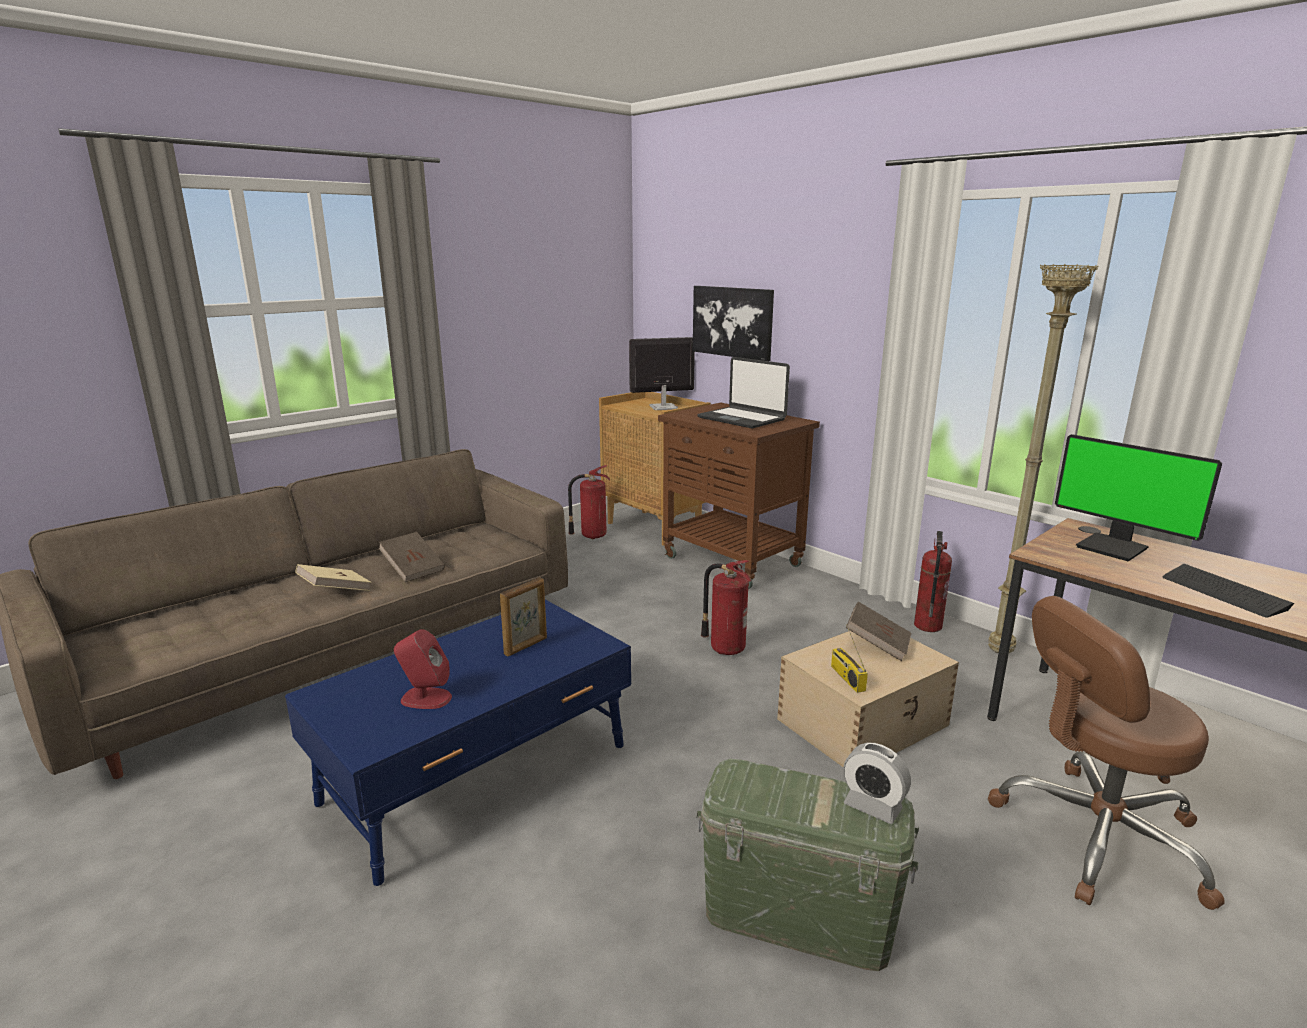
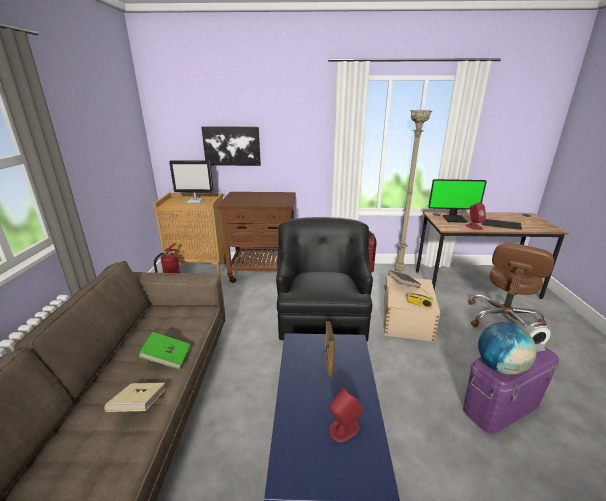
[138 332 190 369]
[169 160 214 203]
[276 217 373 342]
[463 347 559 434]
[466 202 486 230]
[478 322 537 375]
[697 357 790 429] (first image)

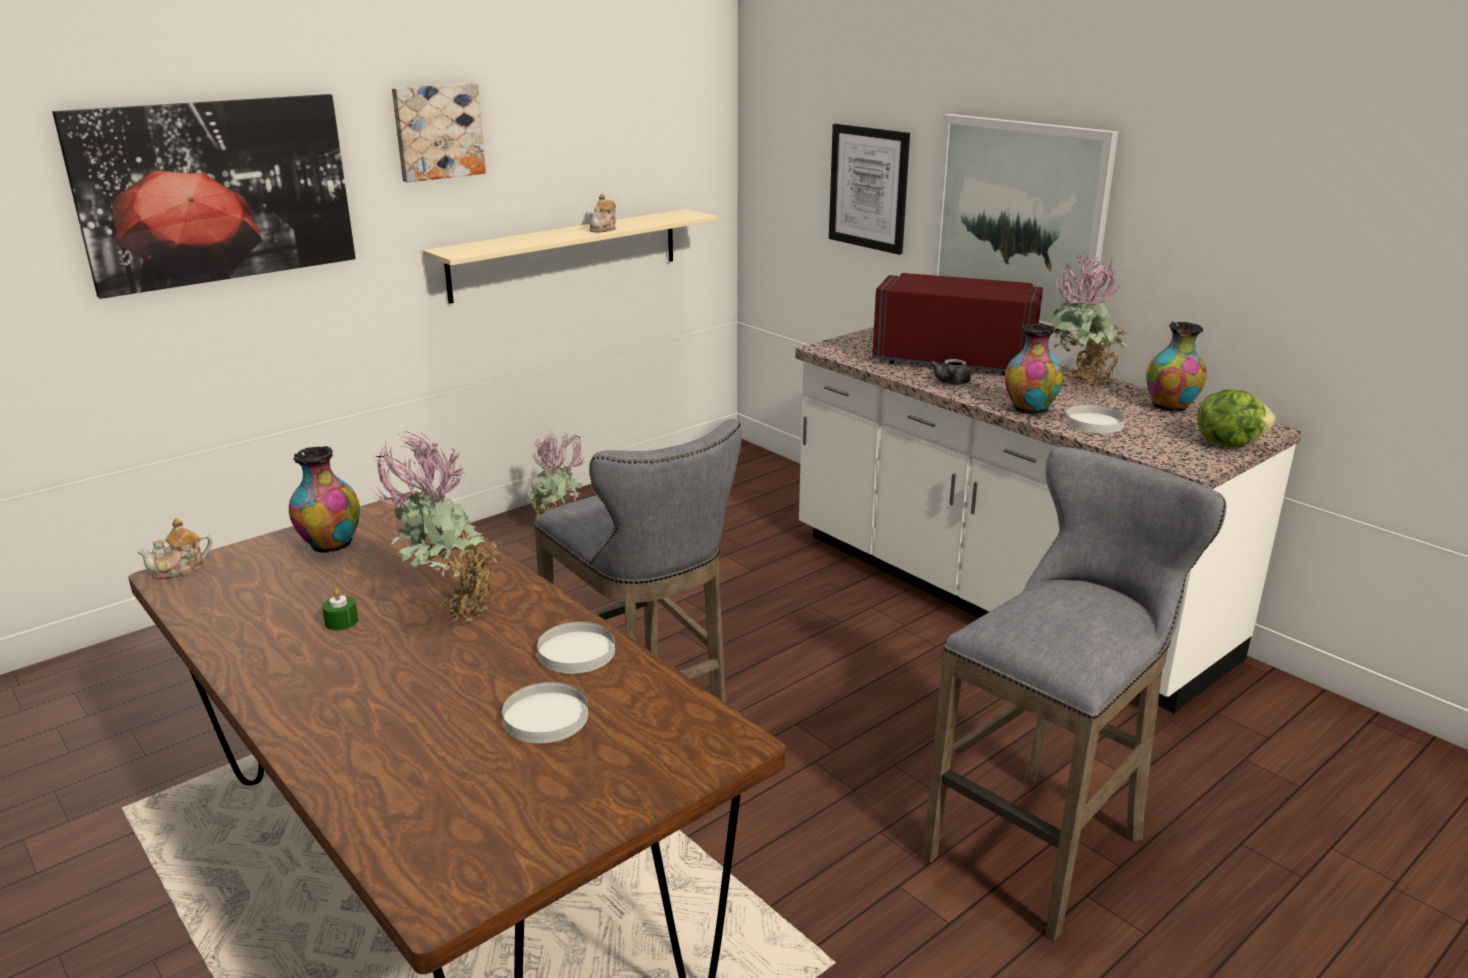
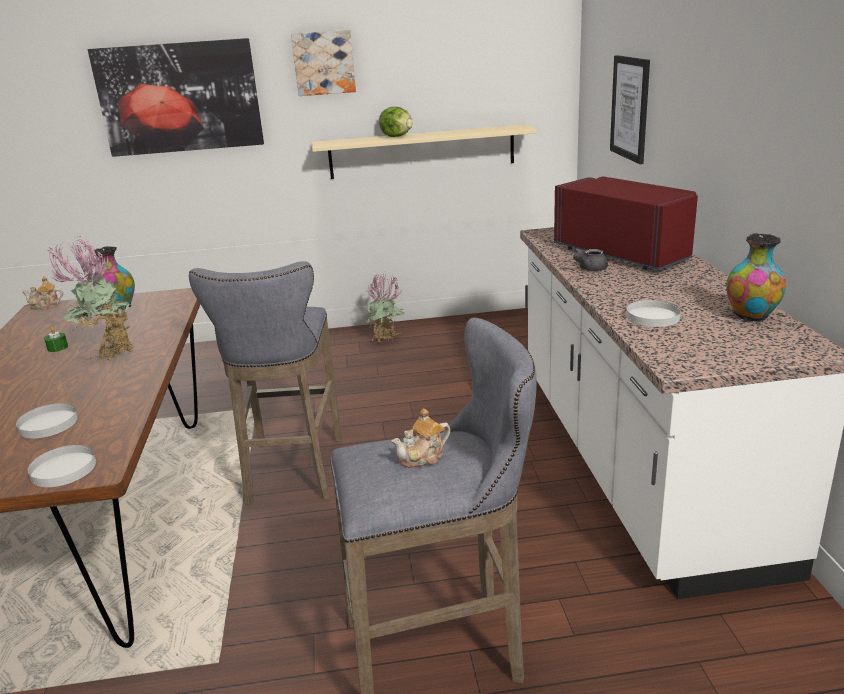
[28 445 96 487]
[379 107 413 137]
[391 408 450 468]
[931 114 1118 338] (first image)
[1005 324 1063 415] (first image)
[1050 254 1127 385] (first image)

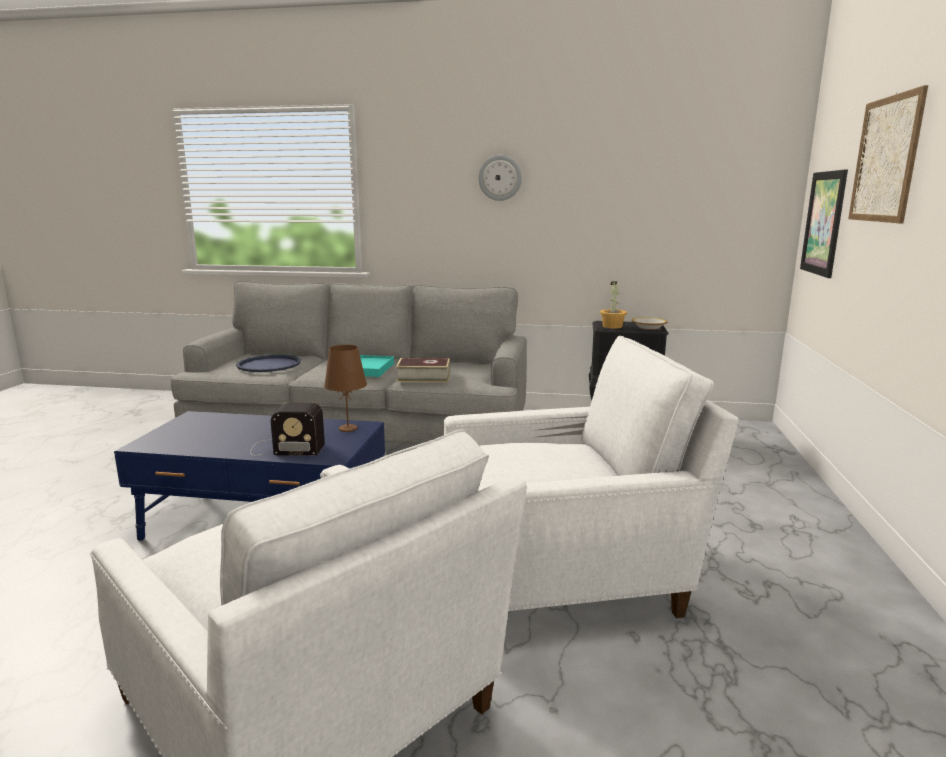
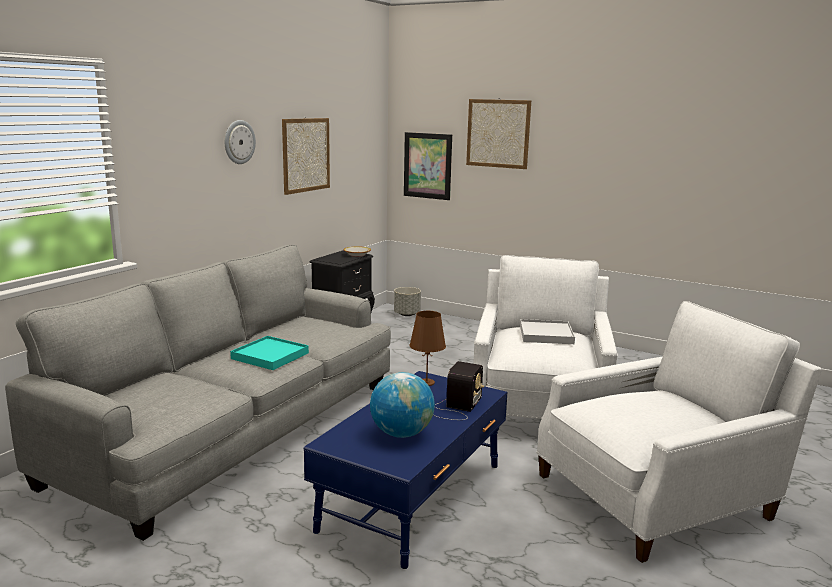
[282 117 330 195]
[370 372 435 438]
[394 287 421 316]
[520 319 575 344]
[236 354 301 372] (first image)
[396 358 450 382] (first image)
[600 282 627 329] (first image)

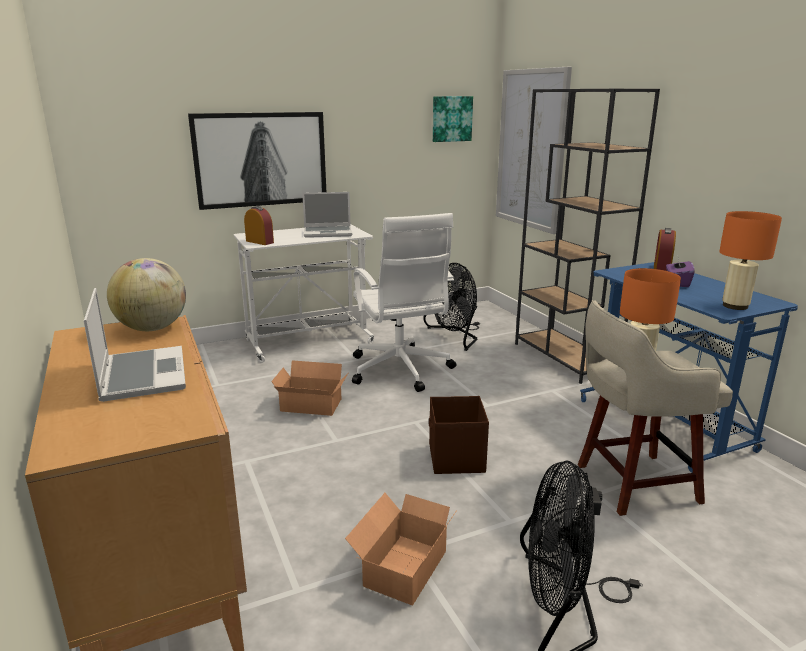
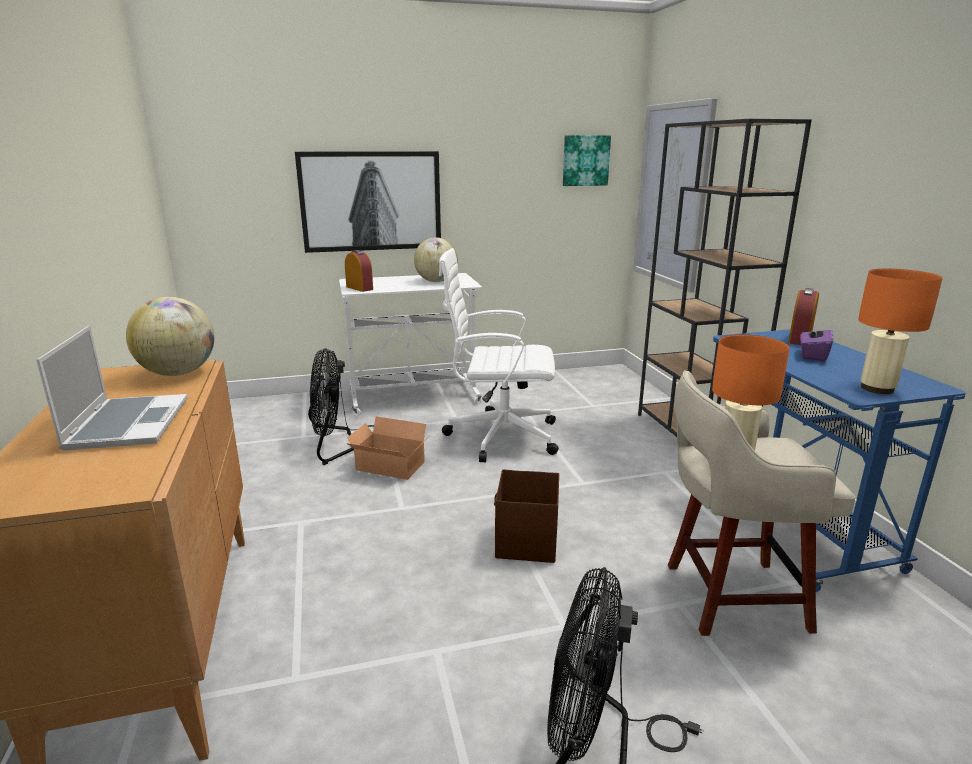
[308 348 374 465]
[414 237 458 282]
[439 248 559 463]
[345 493 457 605] (first image)

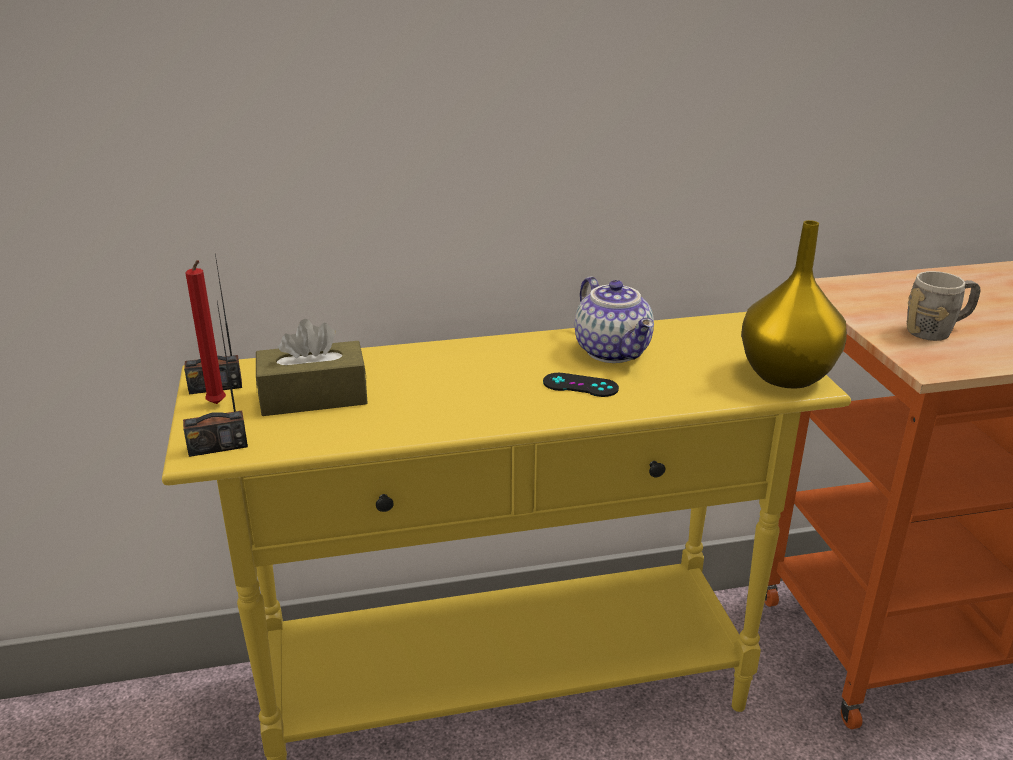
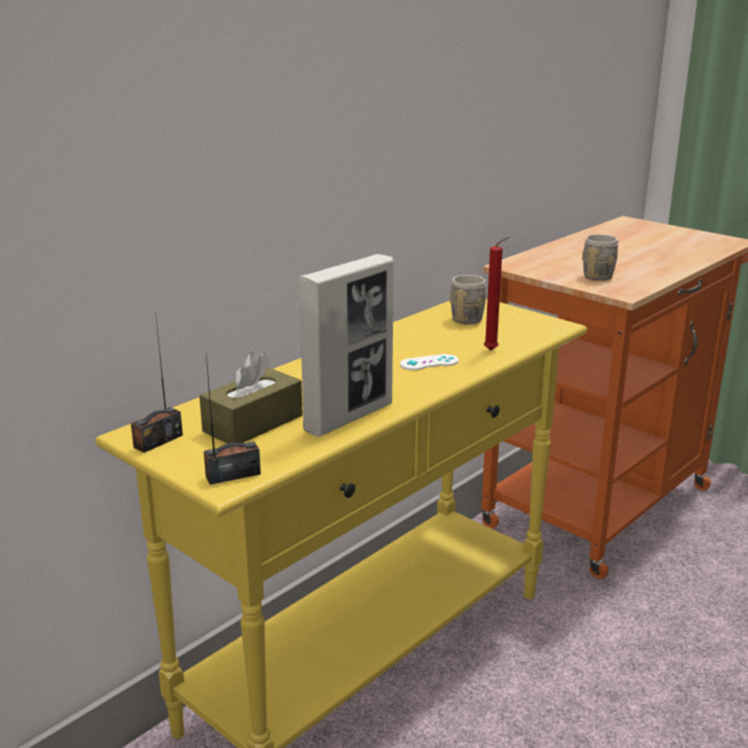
[204 354 261 485]
[298 254 394 437]
[400 354 459 370]
[449 275 486 324]
[484 237 510 351]
[575 276 654 363] (first image)
[741 220 847 388] (first image)

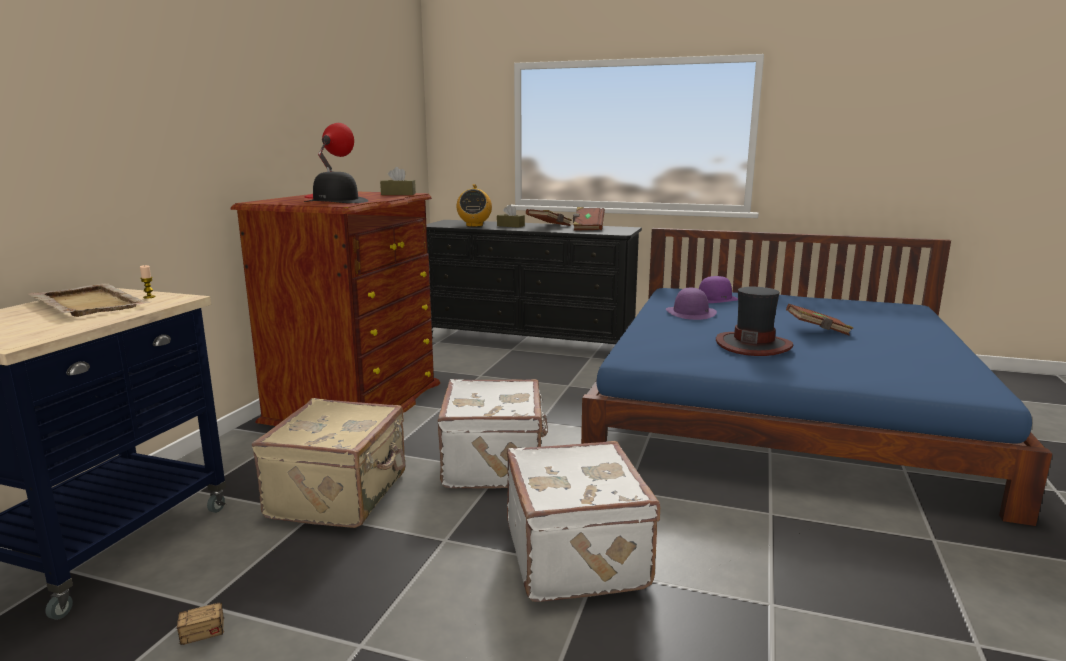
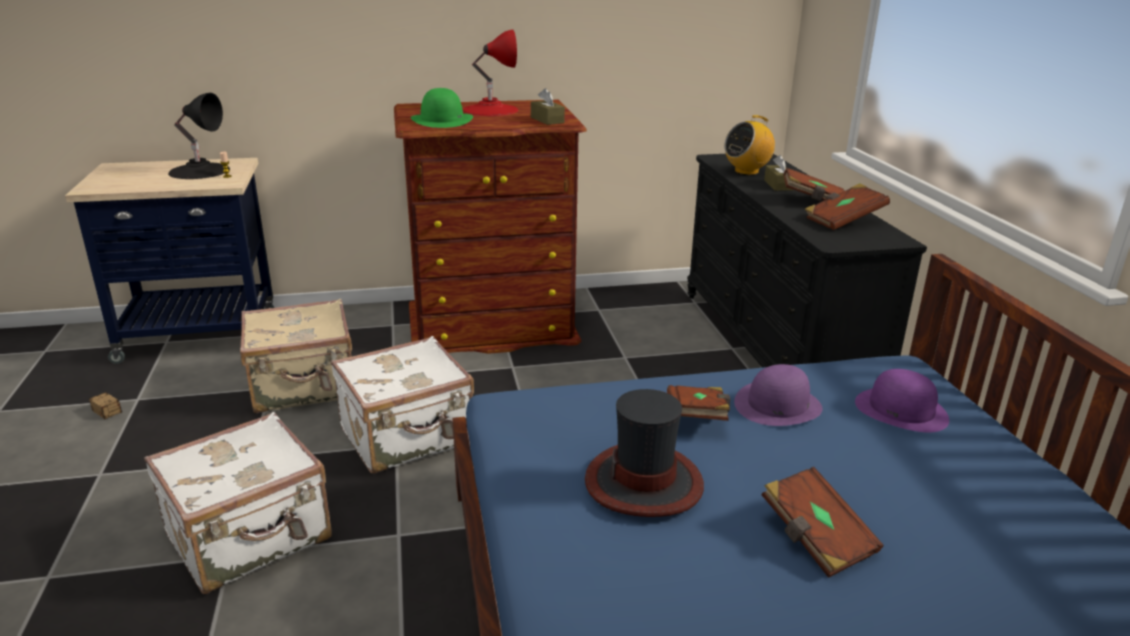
[168 93 230 179]
[411 88 473 128]
[667 385 730 421]

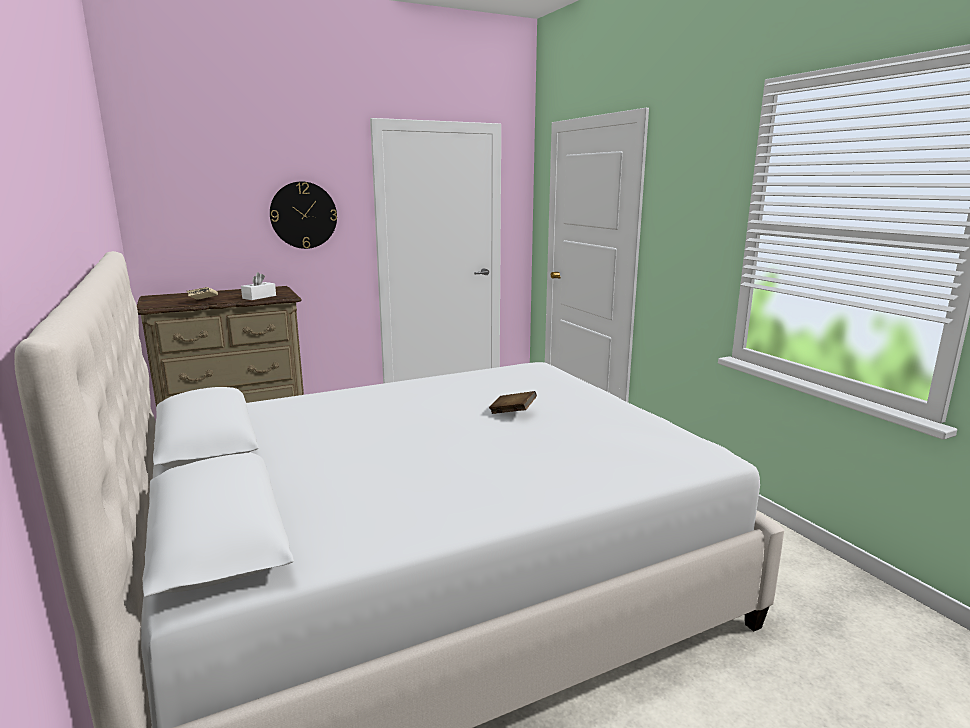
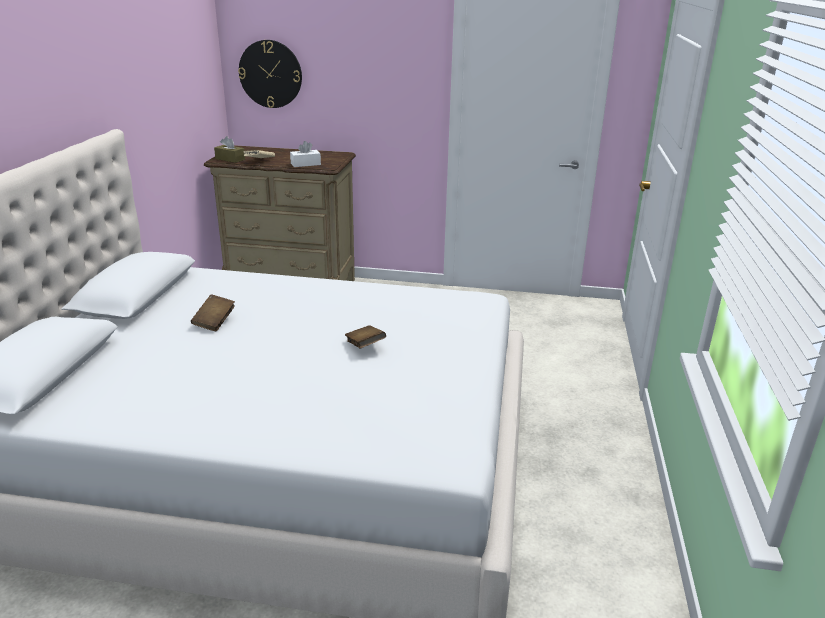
[191 294 235 331]
[214 136 245 163]
[238 40 302 108]

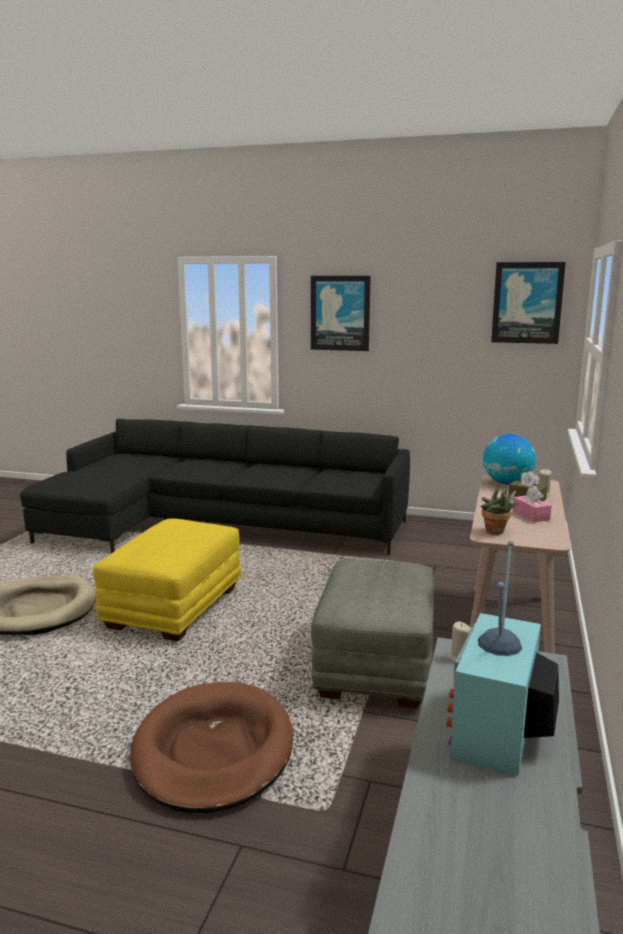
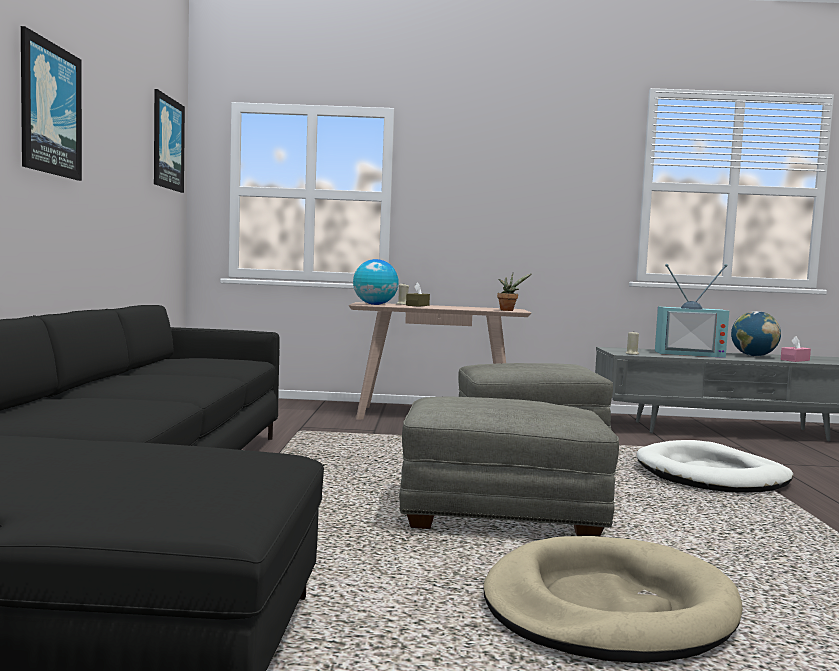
[399 396 619 537]
[637 440 793 493]
[731 311 781 356]
[781 336 811 362]

